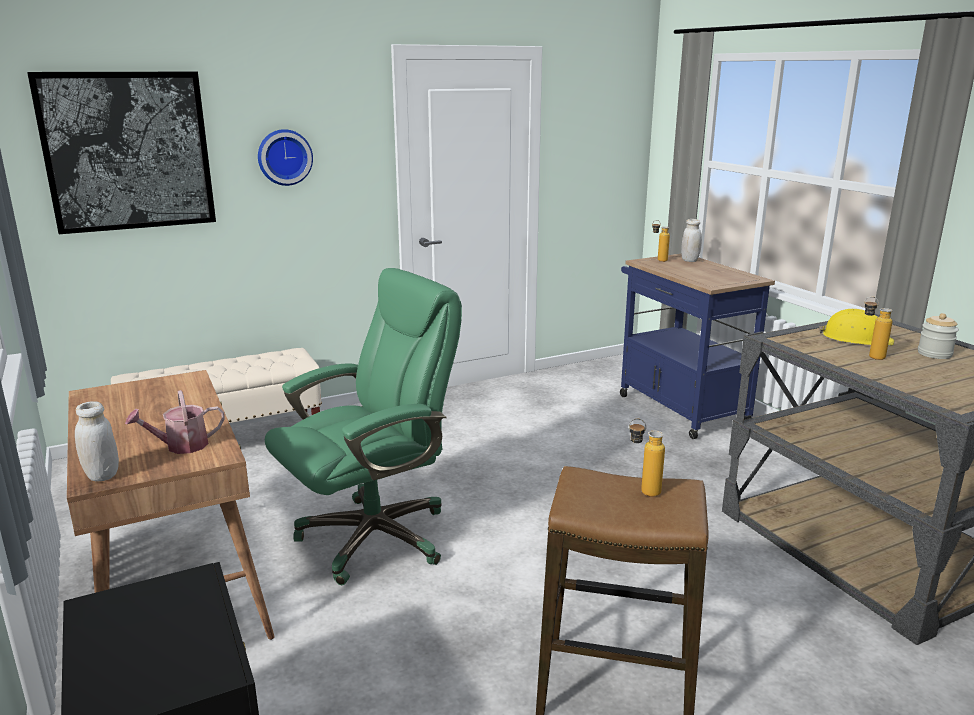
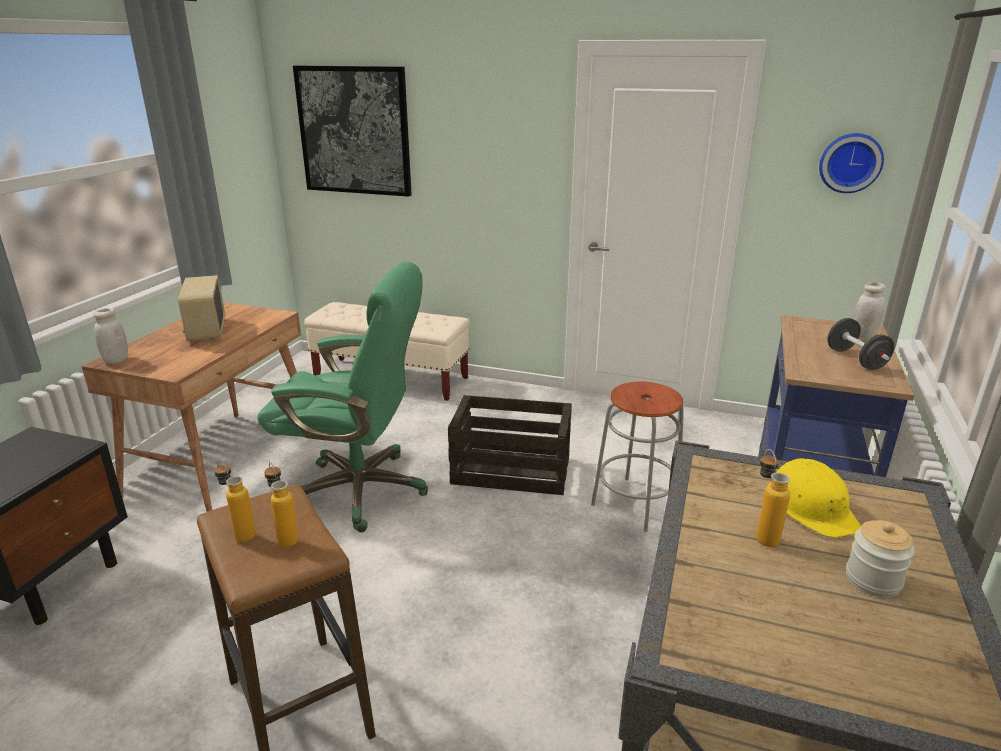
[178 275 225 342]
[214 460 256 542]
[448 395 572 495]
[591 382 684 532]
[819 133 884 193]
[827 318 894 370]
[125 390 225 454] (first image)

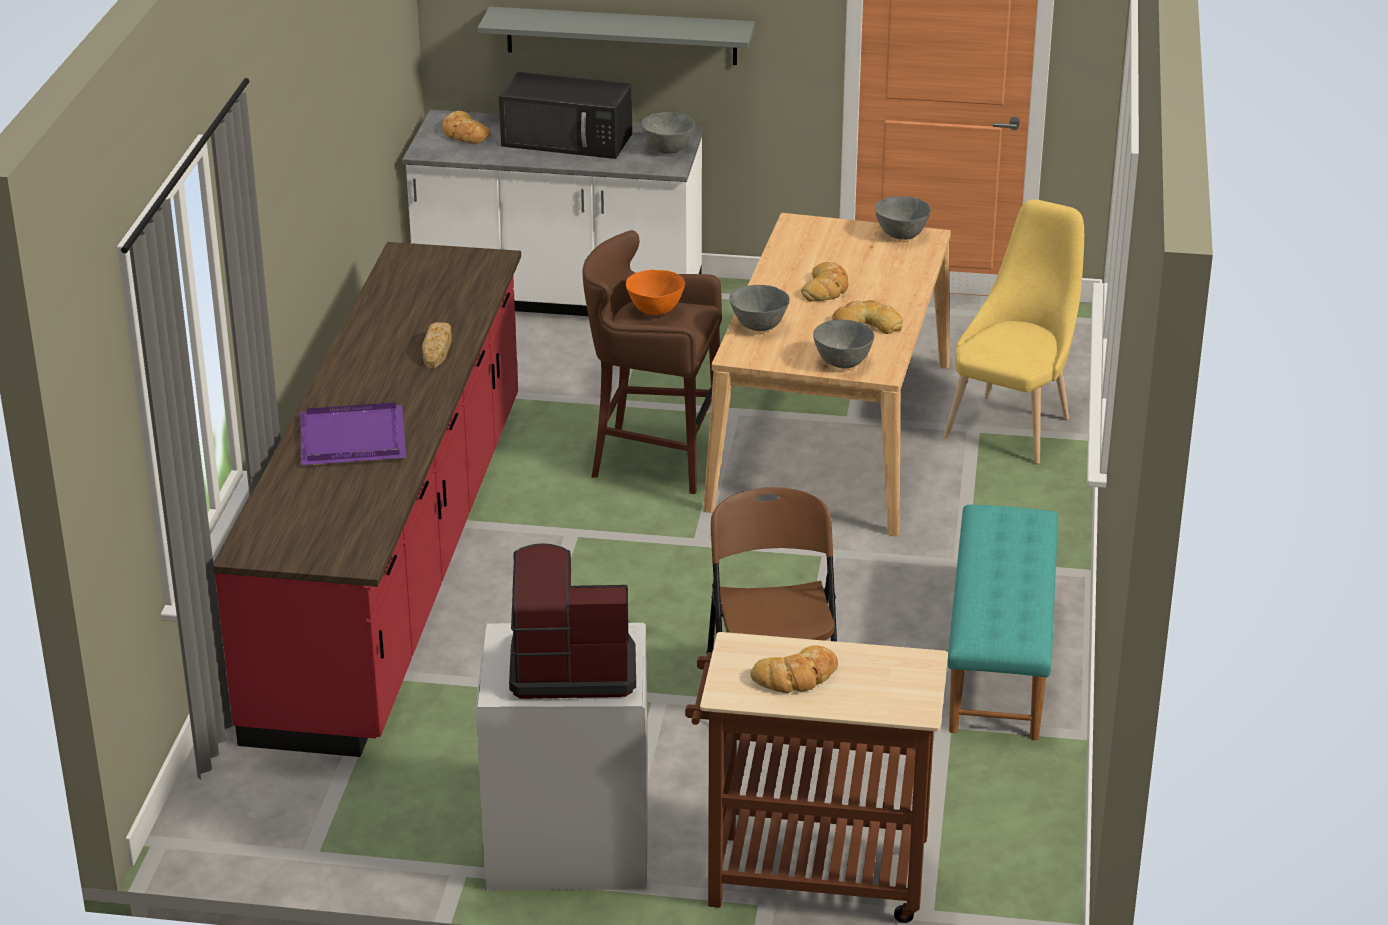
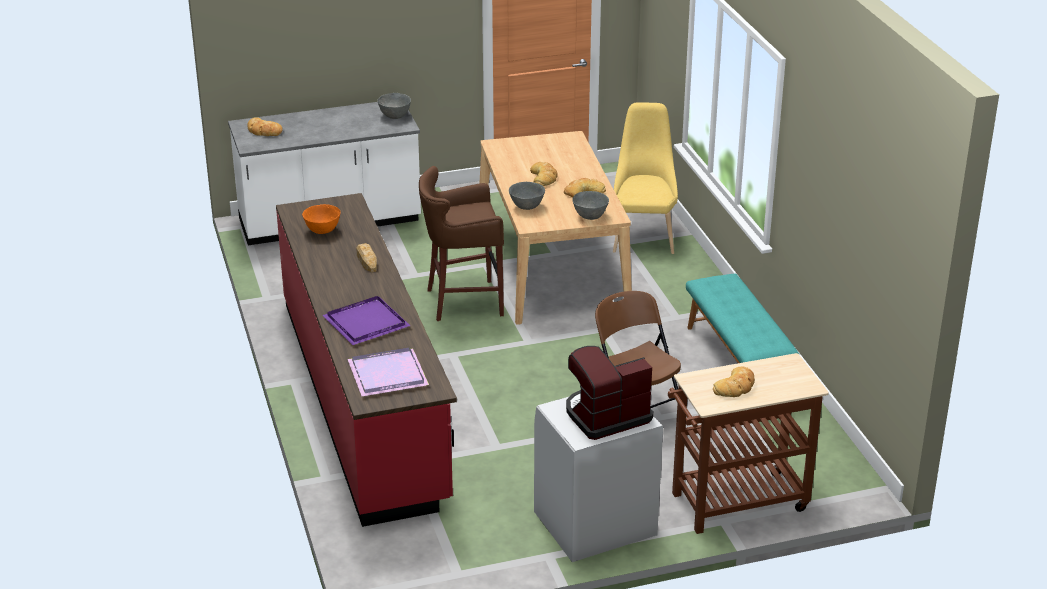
[302 204 341 234]
[348 347 429 396]
[478 7 755 65] (first image)
[499 72 632 159] (first image)
[875 196 931 240] (first image)

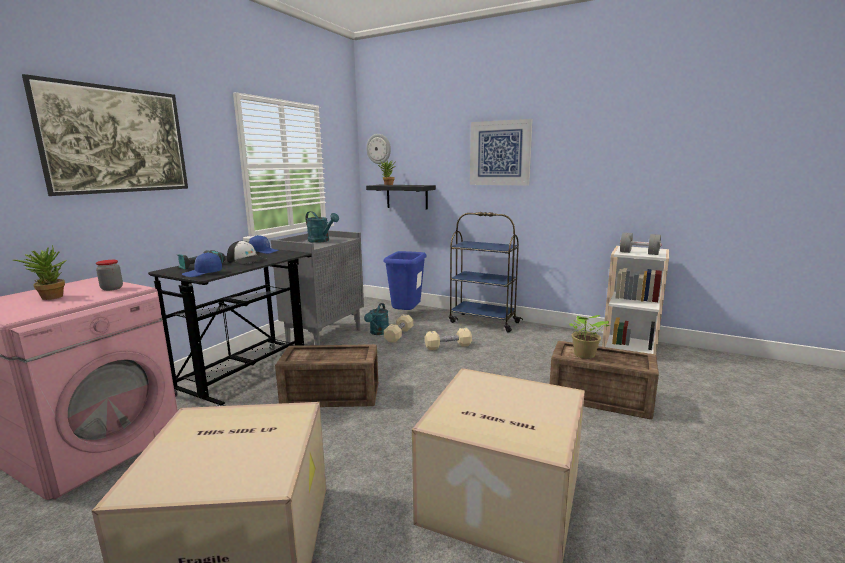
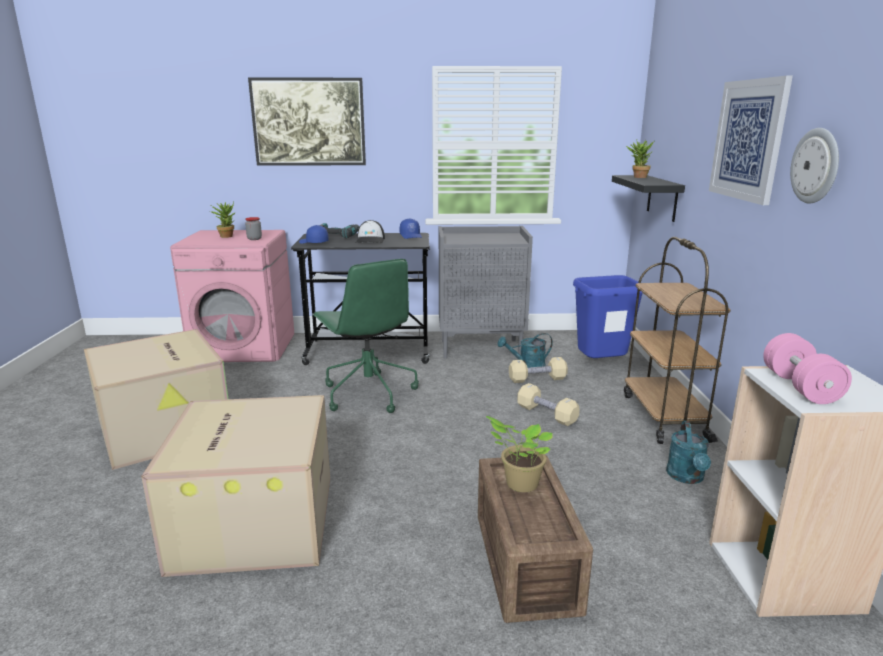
[312 259 419 413]
[624 237 731 444]
[666 421 711 484]
[763 333 852 404]
[790 128 839 204]

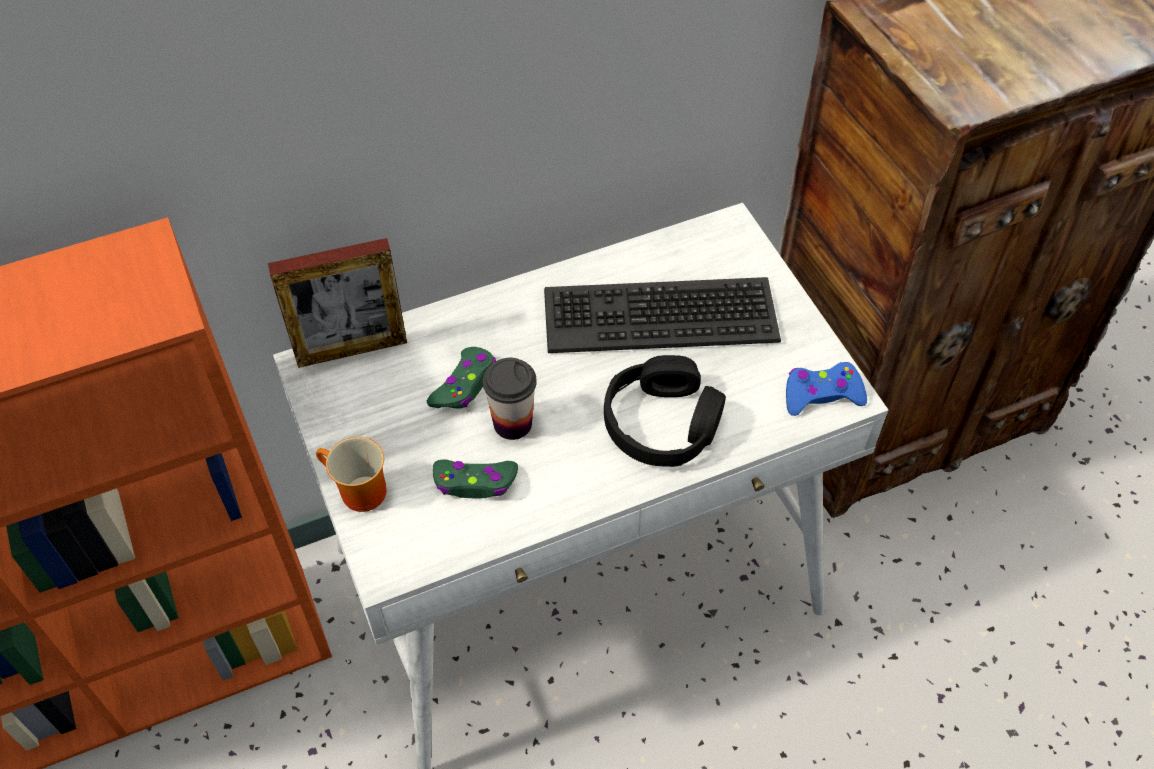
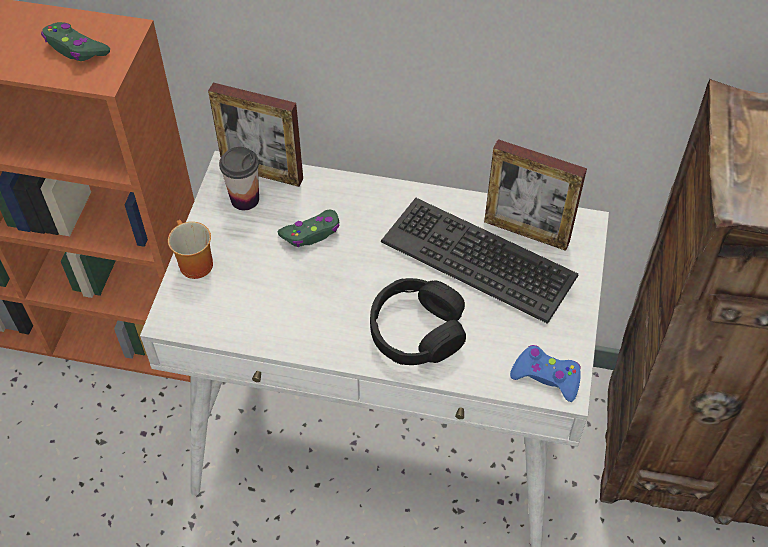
[41 22 110 61]
[219 147 259 210]
[484 139 587 251]

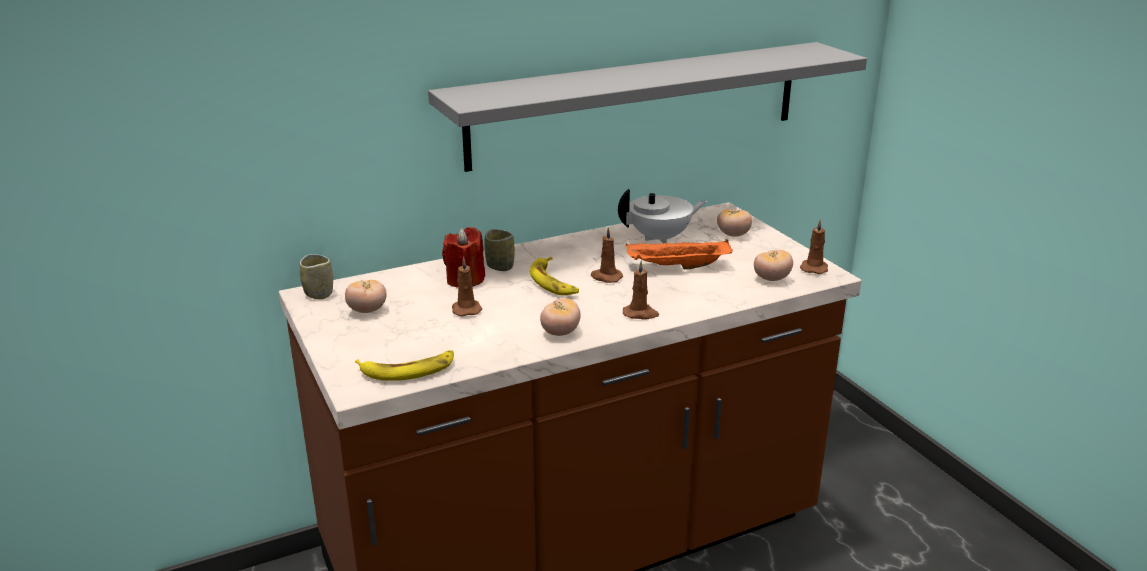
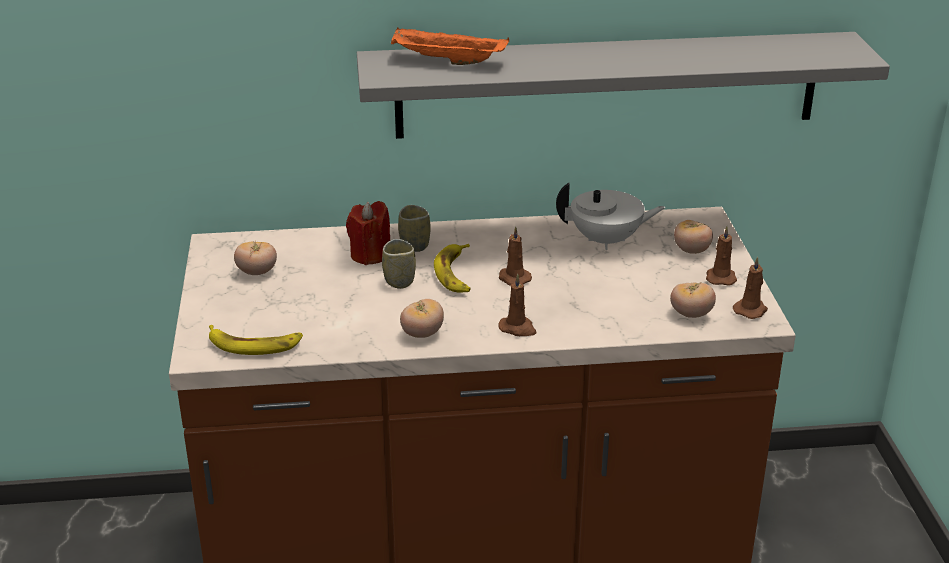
[382 239 416 289]
[391 28 509 65]
[706 227 737 286]

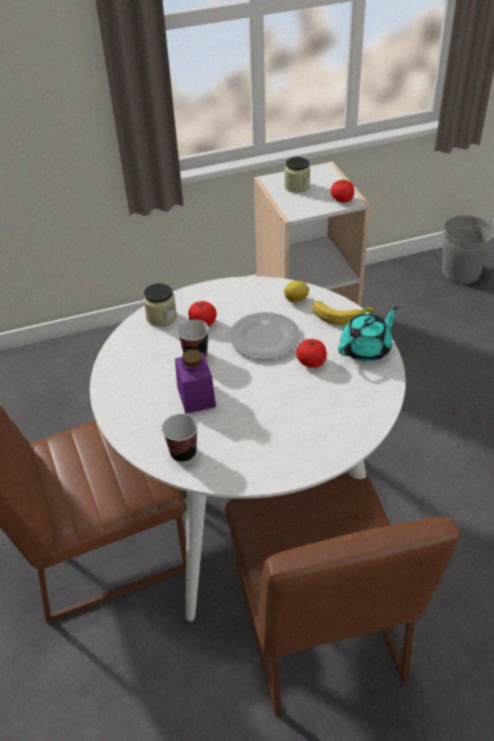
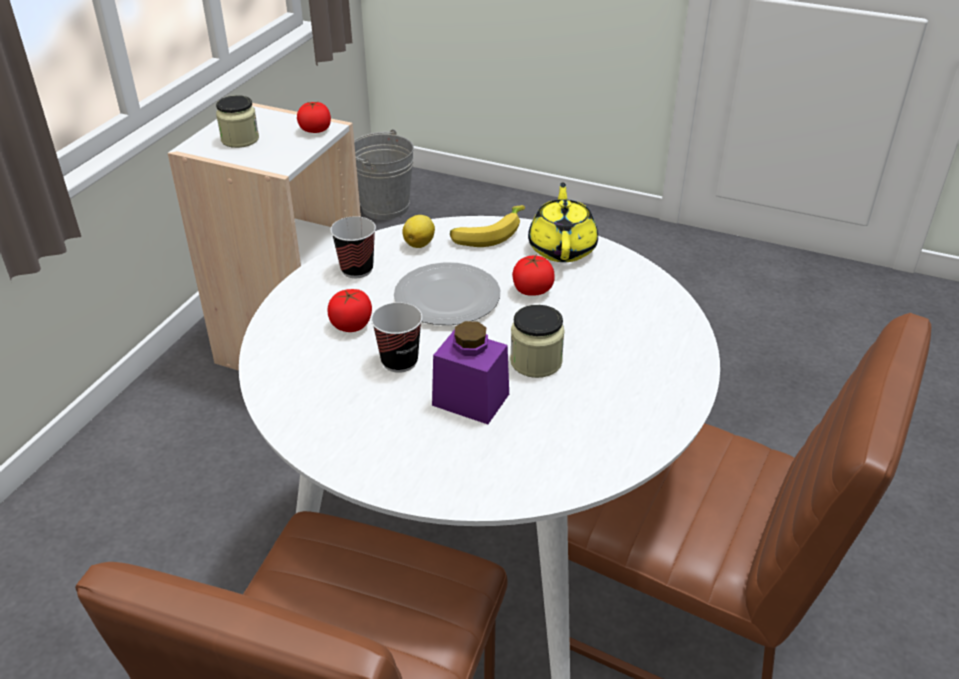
[330 216 376 278]
[510 305 565 378]
[528 182 598 262]

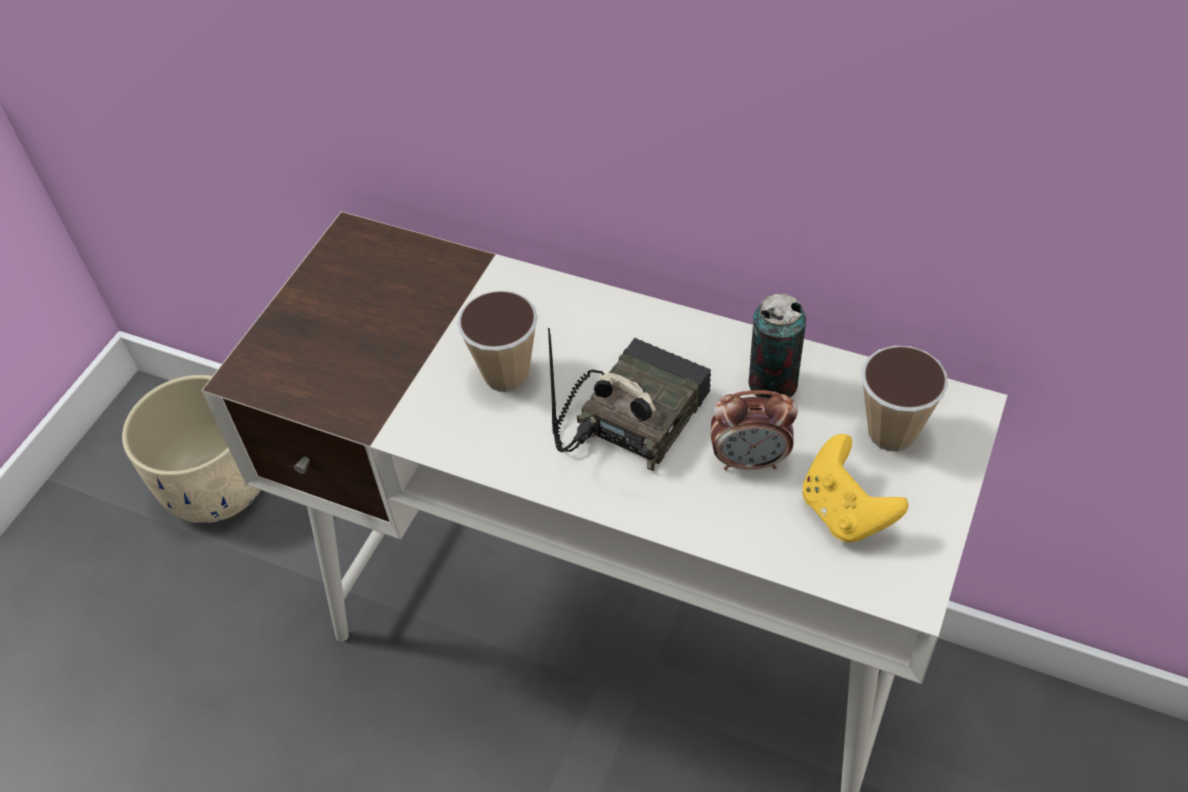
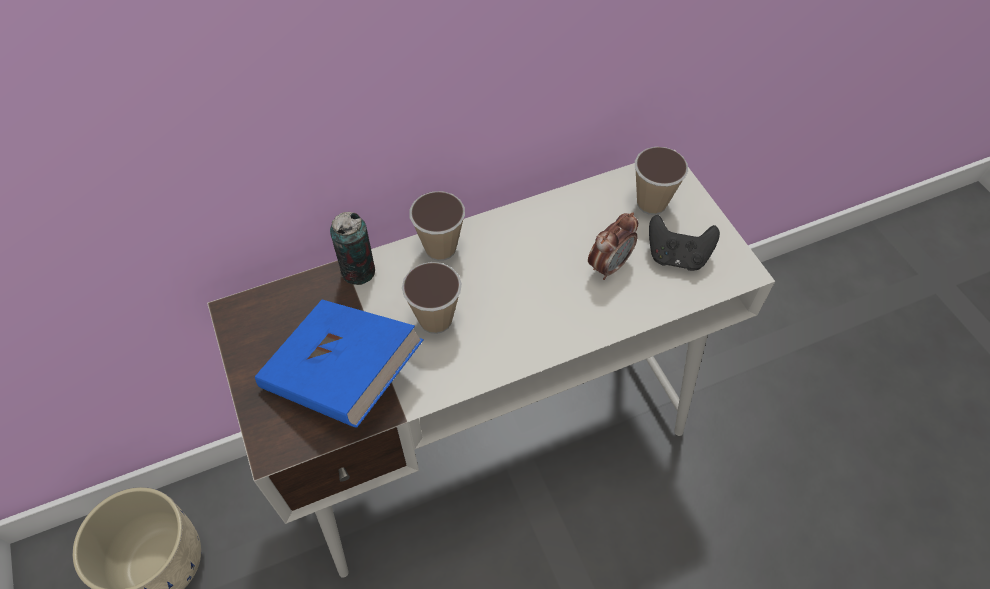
[255 300 423 427]
[330 212 375 285]
[410 191 465 261]
[649 215 720 271]
[548 328 711 471] (first image)

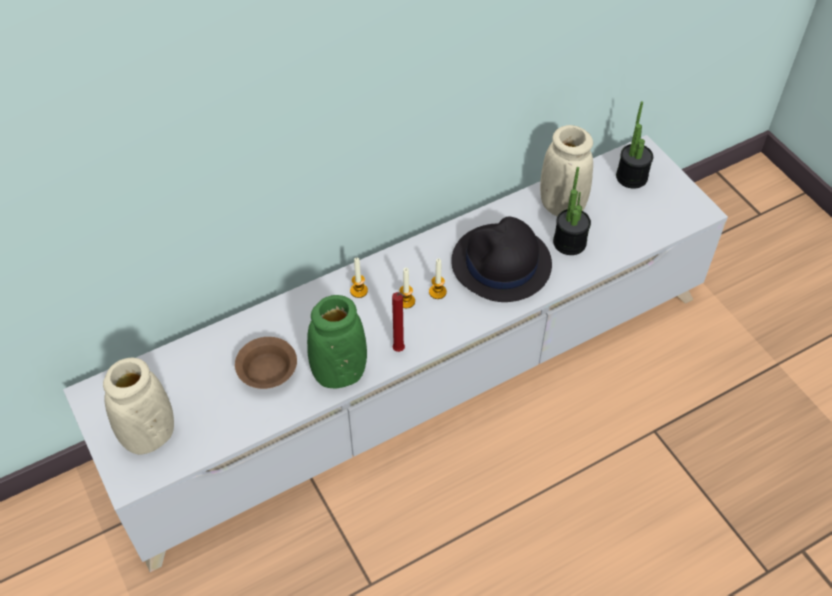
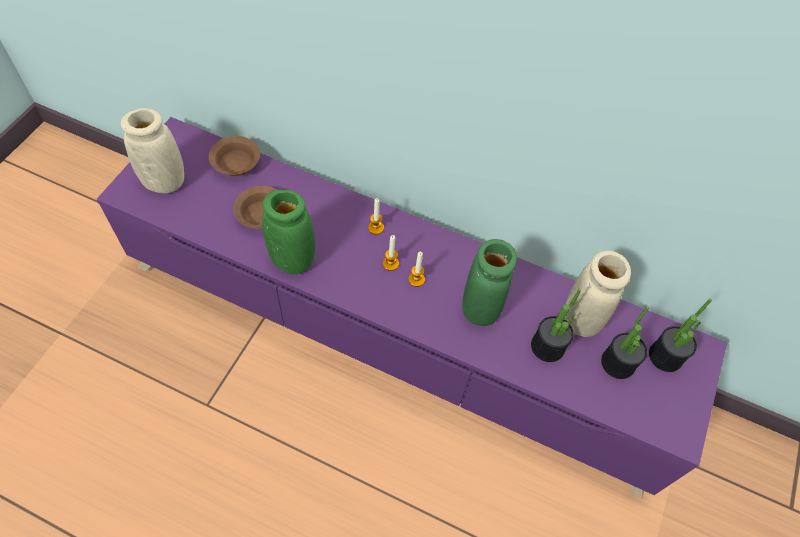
[96 117 727 499]
[209 136 260 176]
[462 239 517 326]
[601 306 649 379]
[392 292 405 352] (first image)

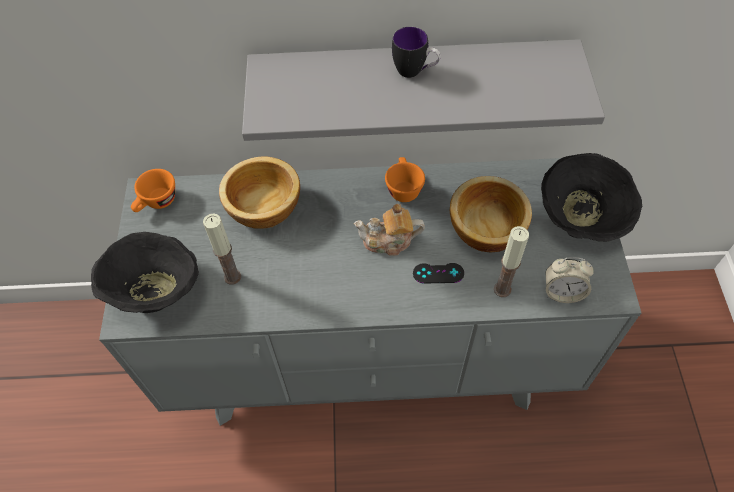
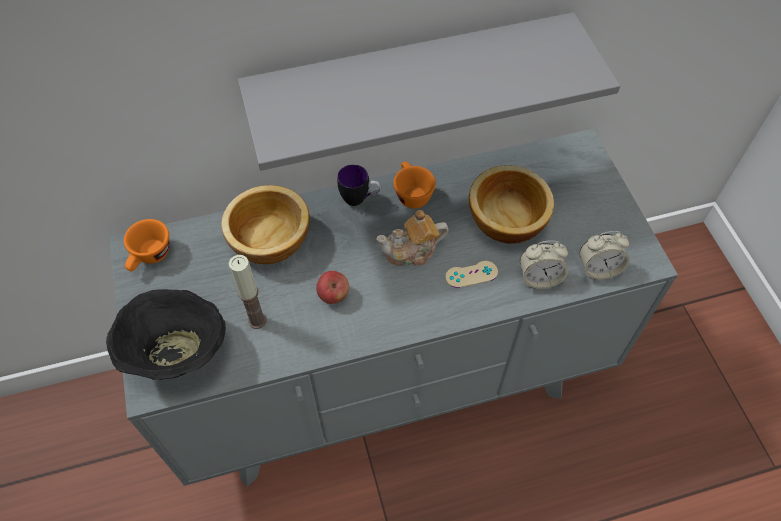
[316 271 349 304]
[337 164 381 206]
[445 261 498 288]
[520 240 568 289]
[541 153 642 242] (first image)

